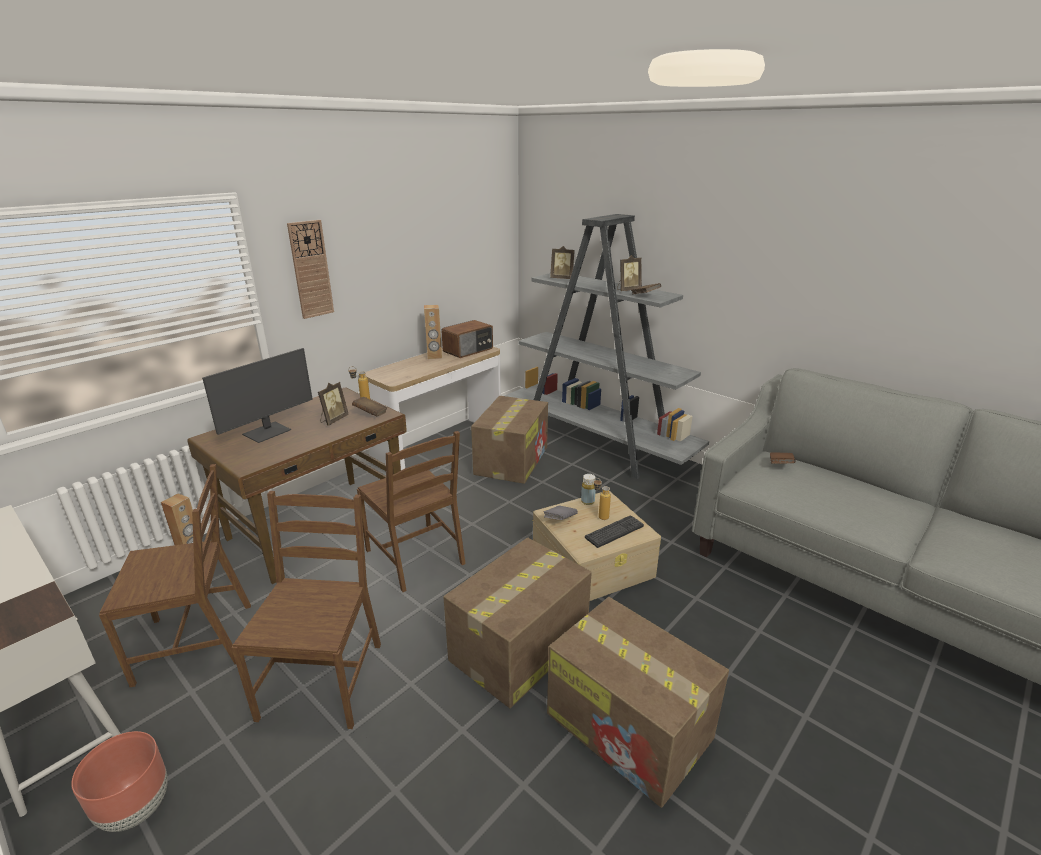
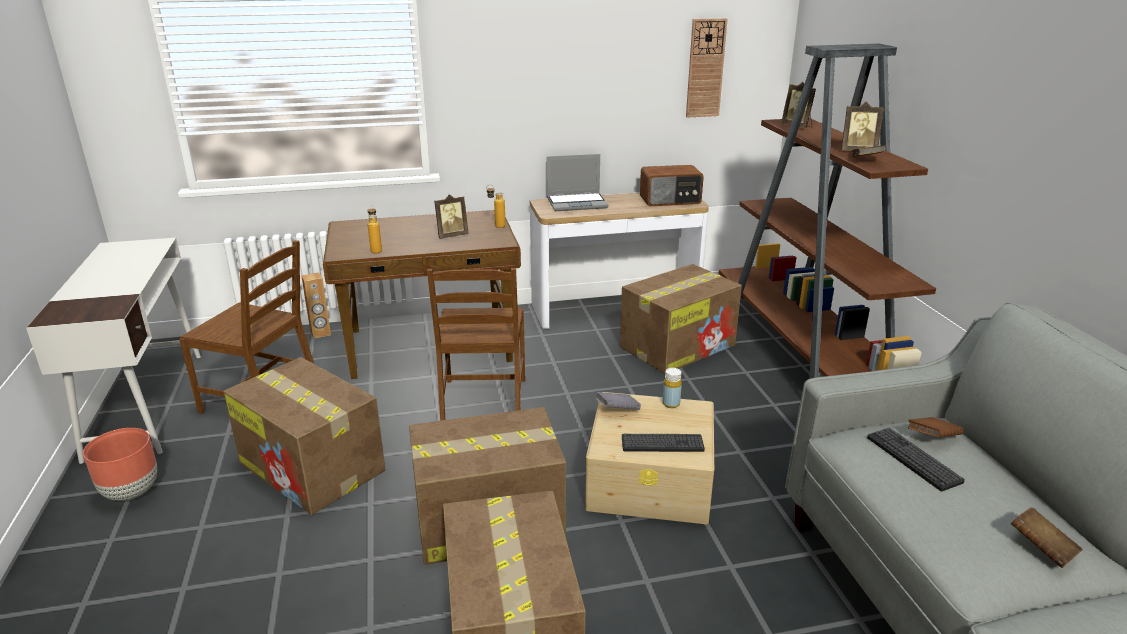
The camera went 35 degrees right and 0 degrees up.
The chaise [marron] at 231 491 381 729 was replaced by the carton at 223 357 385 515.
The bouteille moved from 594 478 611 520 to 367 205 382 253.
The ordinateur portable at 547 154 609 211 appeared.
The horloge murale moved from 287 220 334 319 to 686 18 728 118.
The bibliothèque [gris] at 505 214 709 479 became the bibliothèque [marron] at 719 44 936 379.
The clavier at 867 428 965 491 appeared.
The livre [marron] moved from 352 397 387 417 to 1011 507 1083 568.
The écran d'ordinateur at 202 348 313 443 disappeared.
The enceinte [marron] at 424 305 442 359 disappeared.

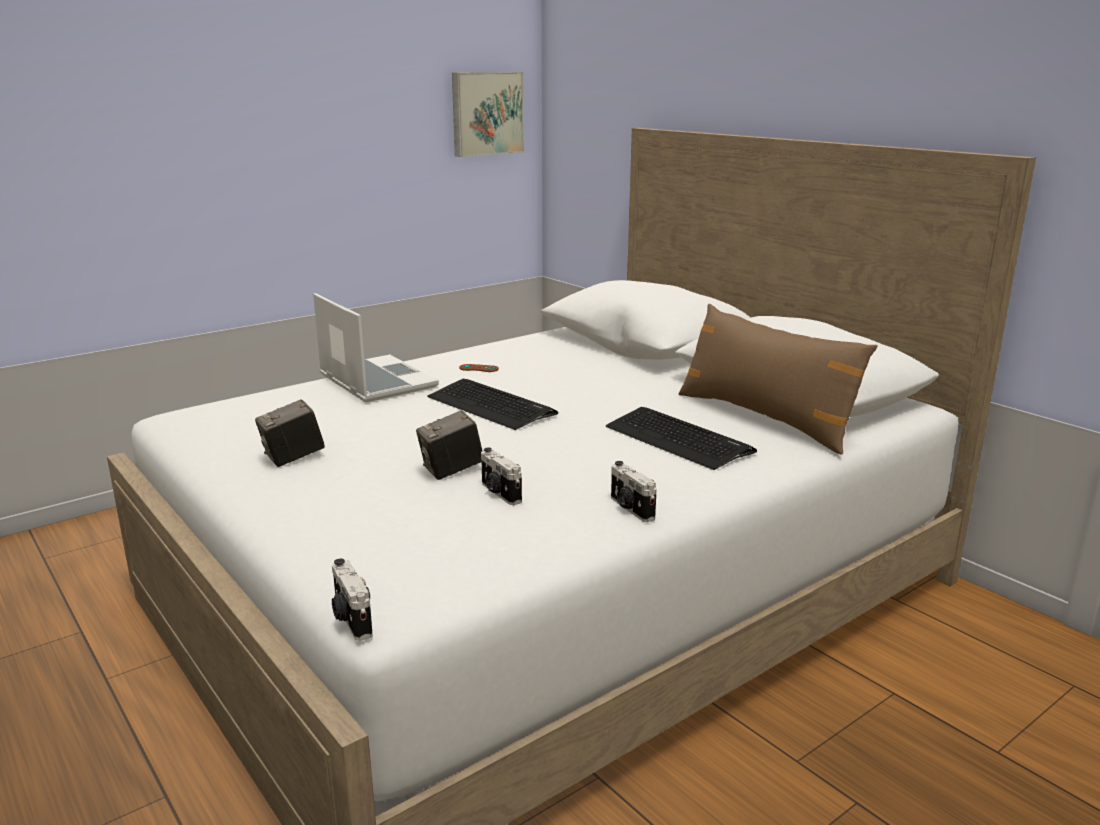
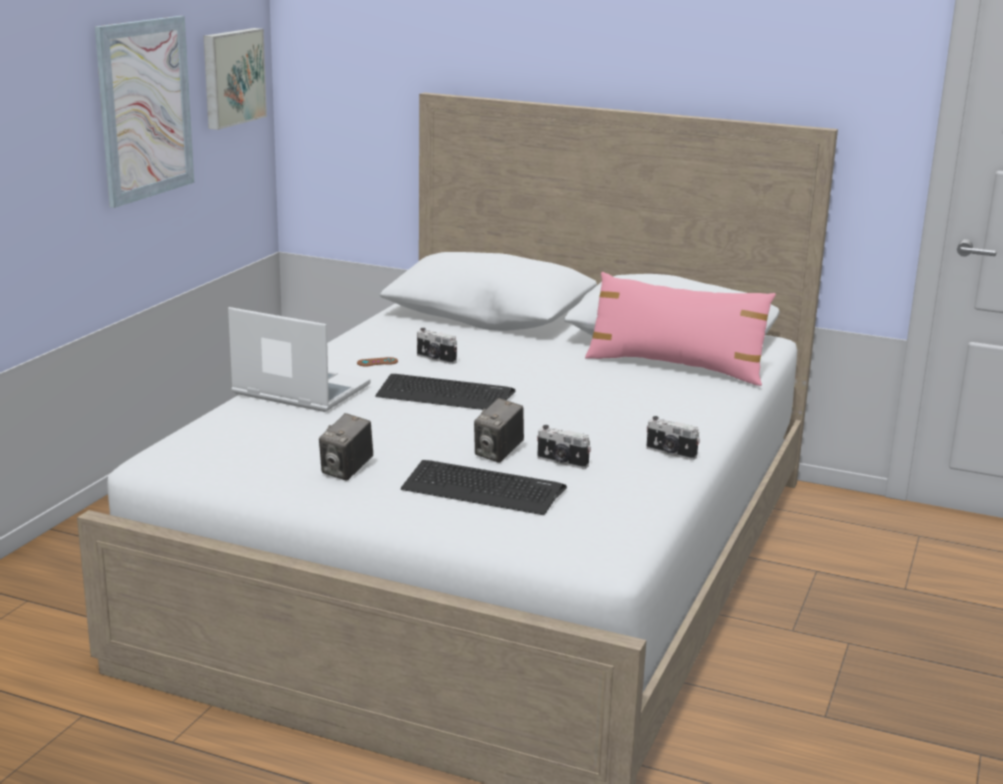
The camera went 30 degrees left and 0 degrees up.
The tableau at 95 16 194 208 appeared.
The clavier moved from 606 407 757 470 to 401 460 567 515.
The appareil photo moved from 332 558 373 641 to 417 328 457 364.
The coussin [marron] at 678 304 877 455 became the coussin [rose] at 585 272 776 386.

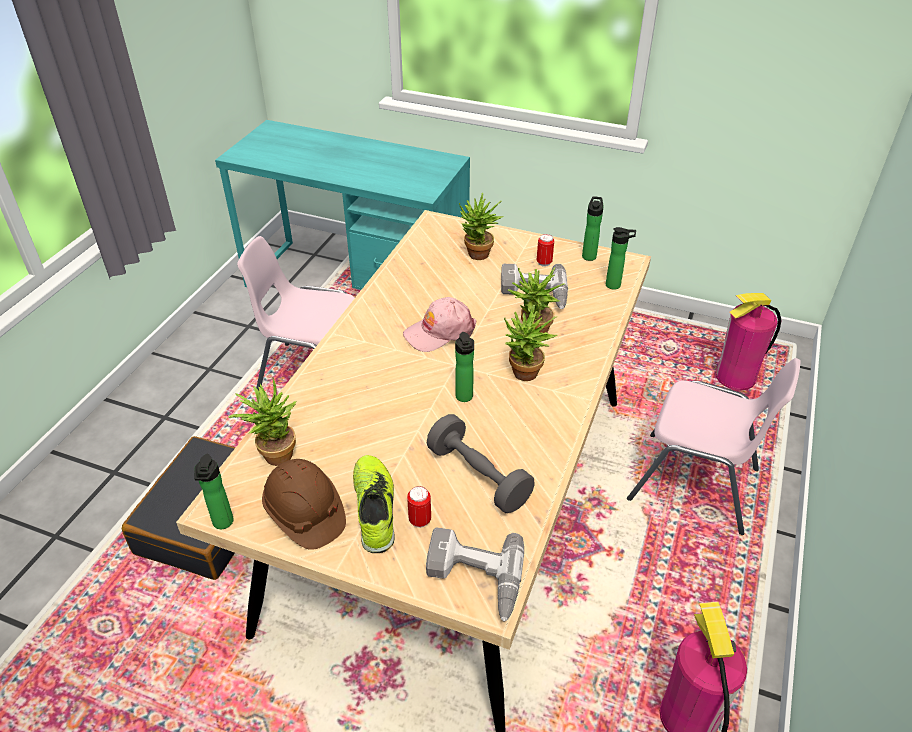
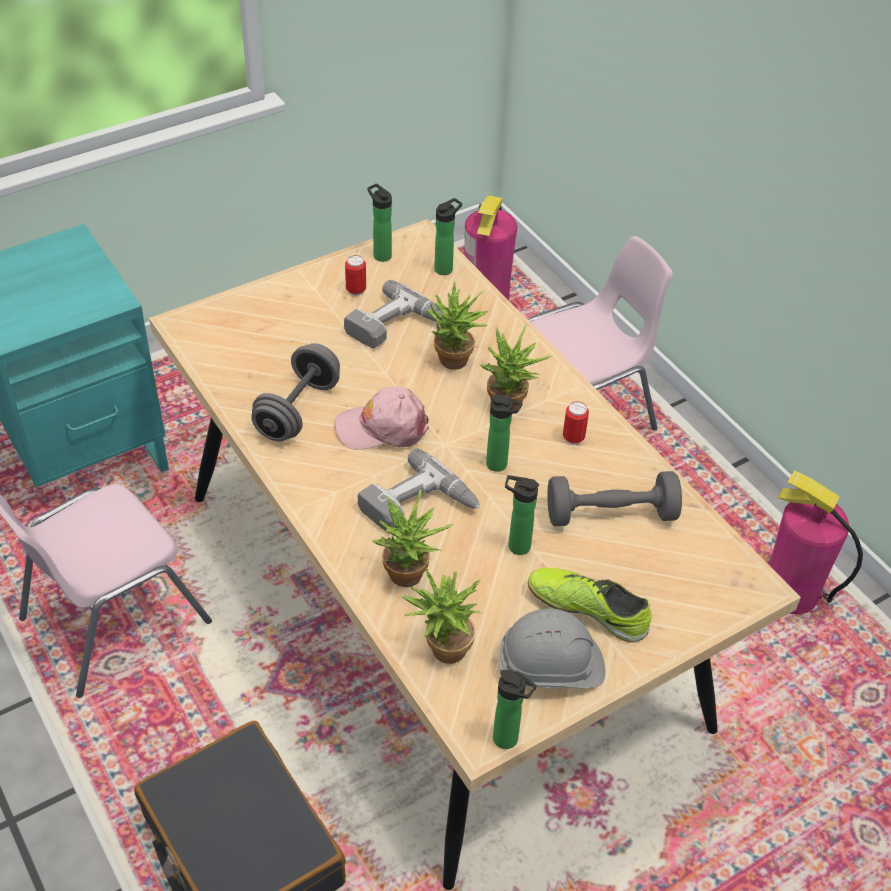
The camera went 55 degrees left and 5 degrees up.
The haltère [gris] at 251 343 340 442 appeared.
The casquette [rose] at 403 297 477 352 turned 75 degrees clockwise.
The perceuse moved from 426 528 524 622 to 358 448 480 531.
The plante en pot moved from 459 192 504 260 to 373 489 453 587.
The casque de chantier [marron] at 262 459 346 550 became the casque de chantier [gris] at 497 608 605 689.
The bouteille at 505 475 539 555 appeared.
The boîte métallique moved from 407 486 431 528 to 563 402 589 445.

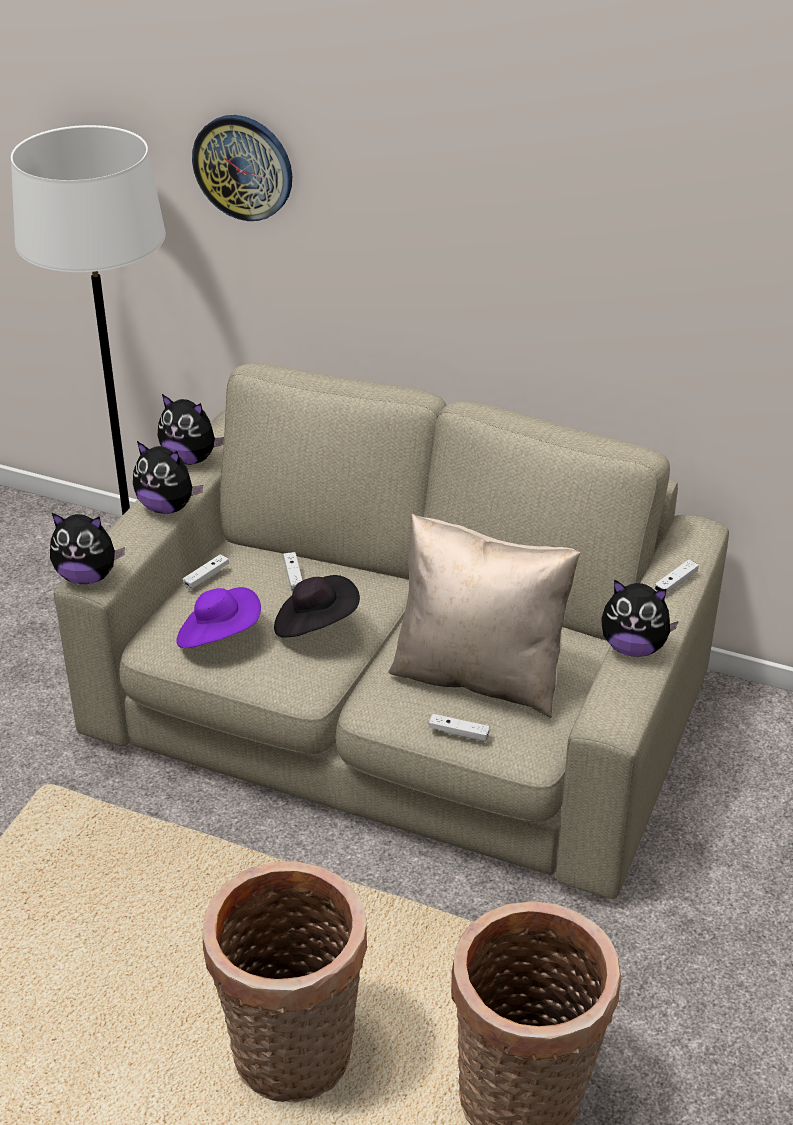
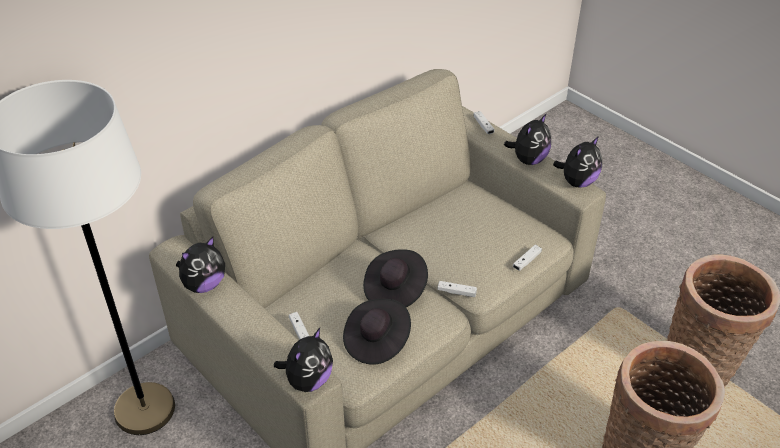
The camera went 65 degrees left and 5 degrees up.
The chapeau [violet] at 176 587 261 648 became the chapeau [noir] at 343 299 411 365.
The manette [blanc] moved from 283 552 303 592 to 438 281 477 297.
The peluche moved from 133 441 203 514 to 553 136 602 188.
The horloge murale at 192 115 292 221 disappeared.
The coussin [beige] at 388 514 580 718 disappeared.

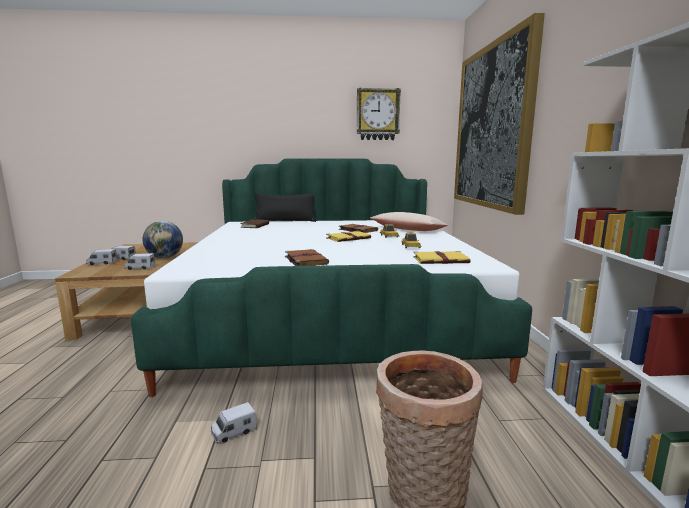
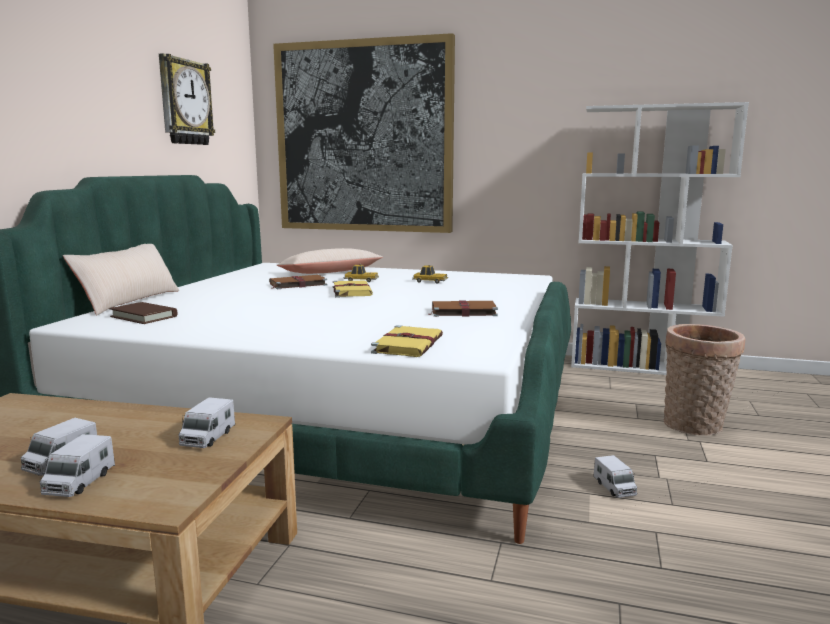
The camera went 70 degrees left and 0 degrees up.
The coussin [noir] at 255 193 316 222 became the coussin [beige] at 63 244 179 315.
The livre [jaune] moved from 413 251 470 264 to 371 325 443 357.
The globe at 143 221 183 258 disappeared.

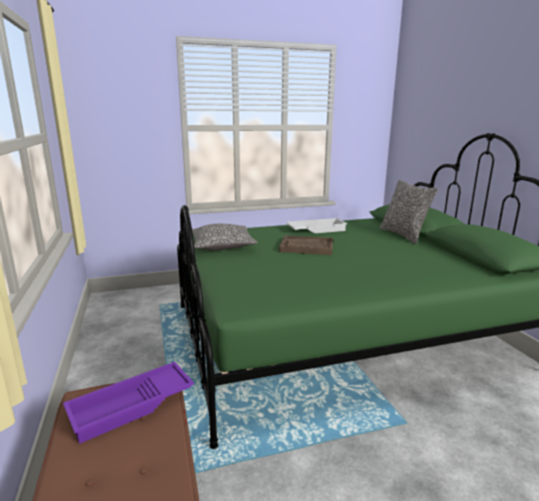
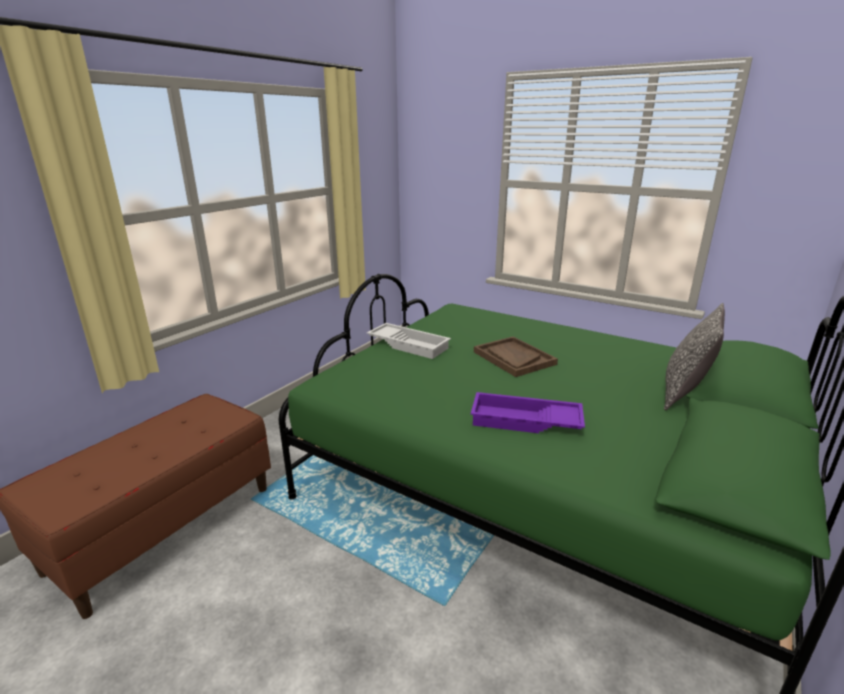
The camera went 50 degrees right and 5 degrees up.
The plateau [blanc] moved from 286 218 347 233 to 367 323 451 359.
The plateau [violet] moved from 63 362 194 444 to 471 392 585 433.
The coussin at 192 224 258 250 disappeared.

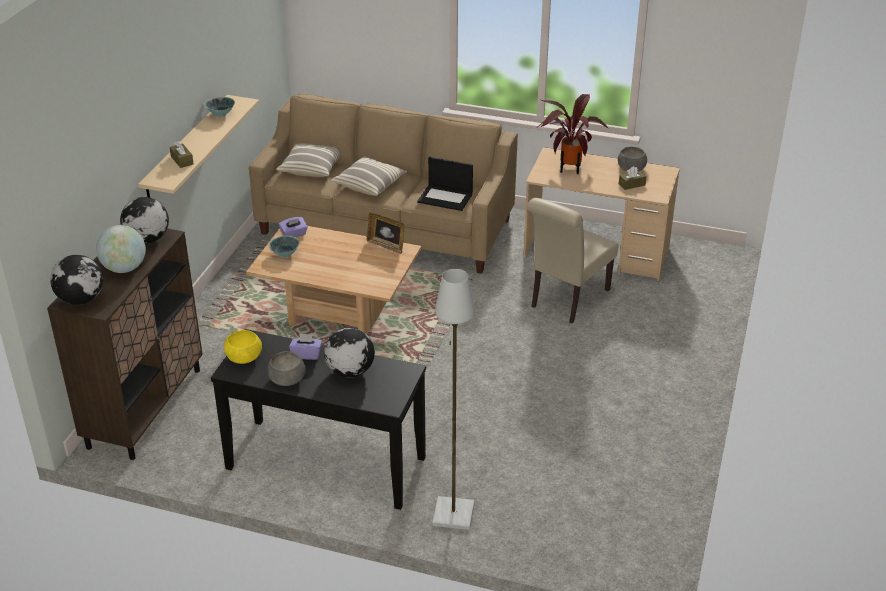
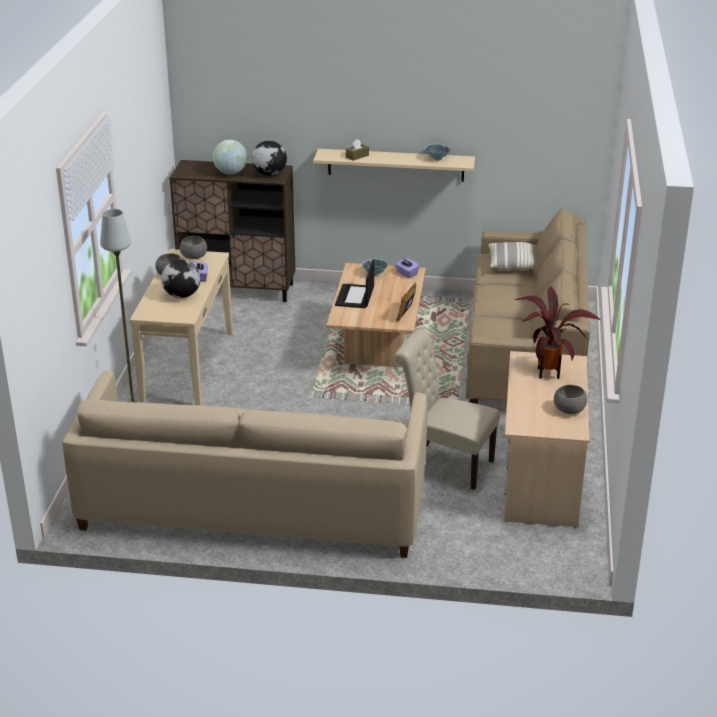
The camera went 80 degrees right and 5 degrees down.
The canapé [beige] at 62 371 428 558 appeared.
The table console [noir] at 211 329 426 510 became the table console [beige] at 130 249 233 405.
The bol [jaune] at 224 330 262 364 became the bol [gris] at 180 236 207 259.
The ordinateur portable moved from 417 157 473 211 to 335 259 374 308.
The globe at 50 255 103 305 disappeared.
The coussin at 331 156 407 196 disappeared.
The boîte à mouchoirs [marron] at 619 166 647 190 disappeared.

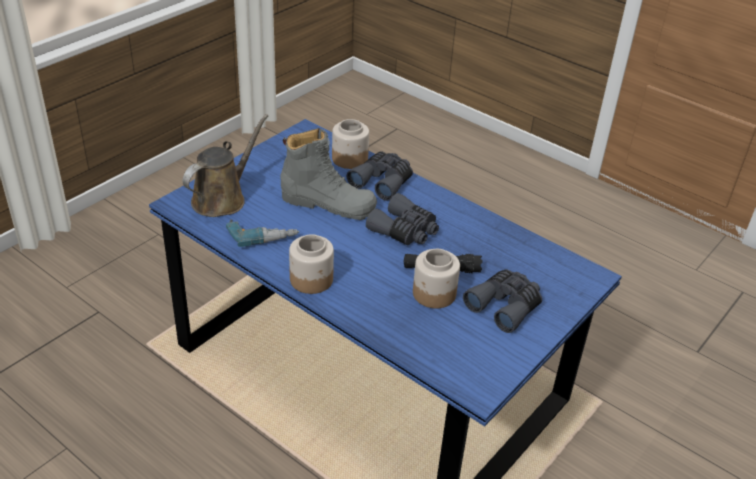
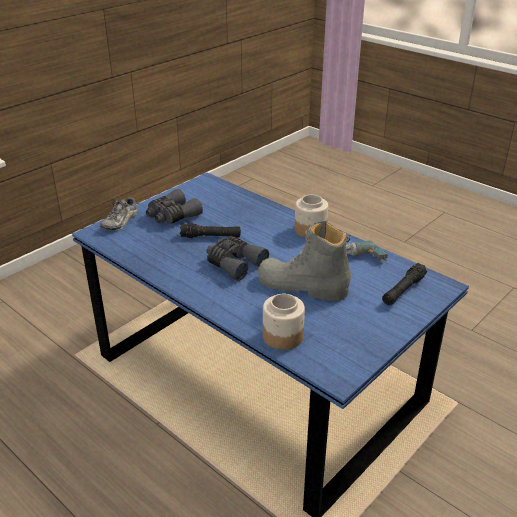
The camera went 175 degrees left and 5 degrees down.
The chaussure at 100 197 138 231 appeared.
The arrosoir [marron] at 182 114 268 217 was replaced by the lampe de poche [noir] at 382 263 427 305.
The jumelles [gris] at 347 151 413 201 disappeared.
The bocal at 413 249 460 308 disappeared.

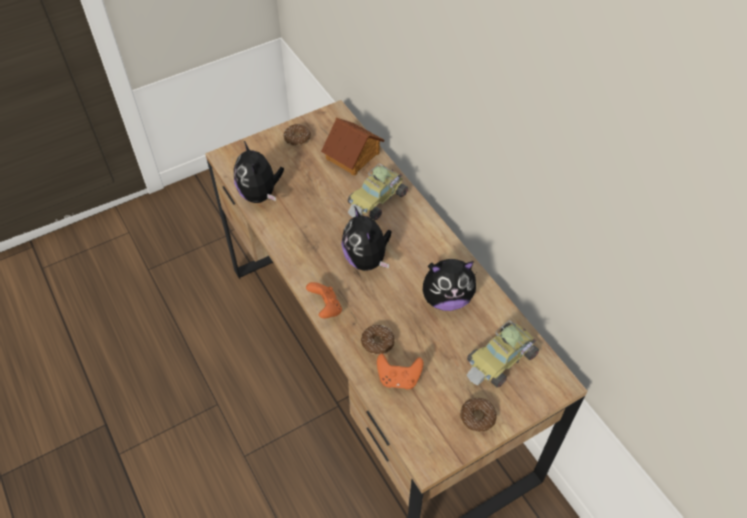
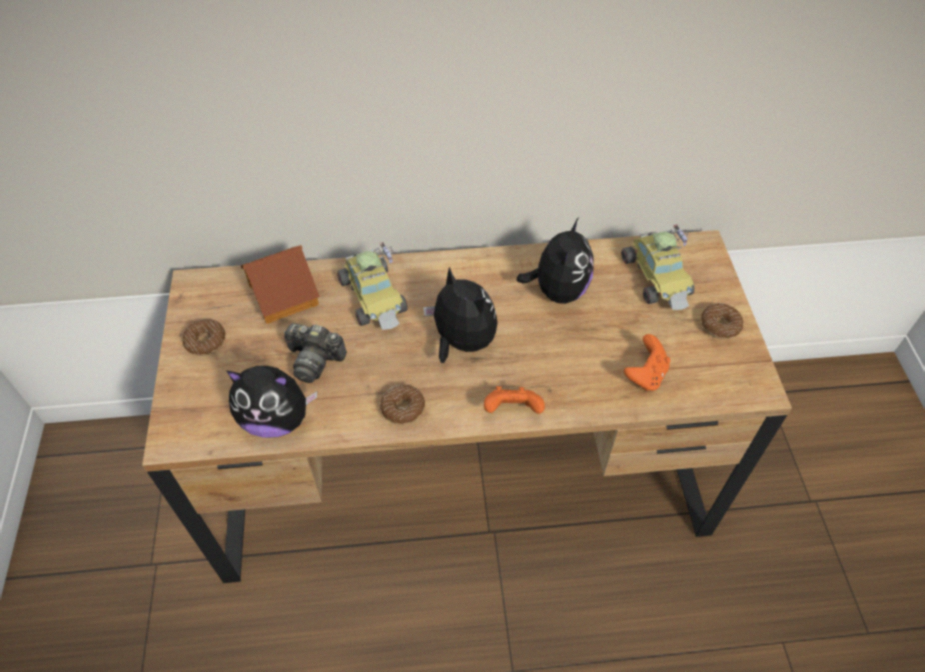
The camera went 65 degrees left and 0 degrees up.
The appareil photo at 284 323 347 383 appeared.
The beignet moved from 361 325 395 355 to 380 385 425 425.
The peluche at 341 206 392 271 turned 135 degrees counterclockwise.

